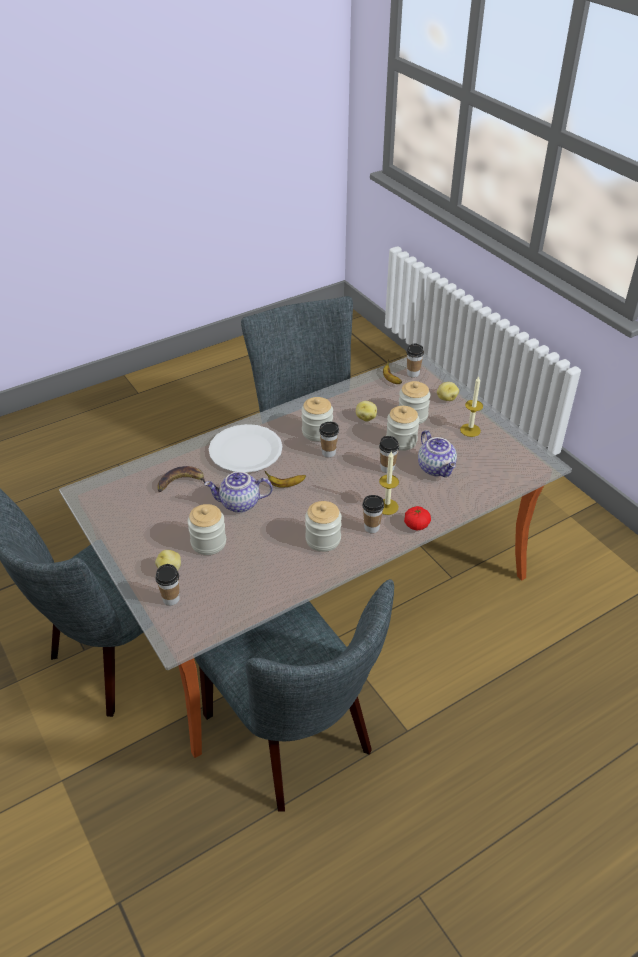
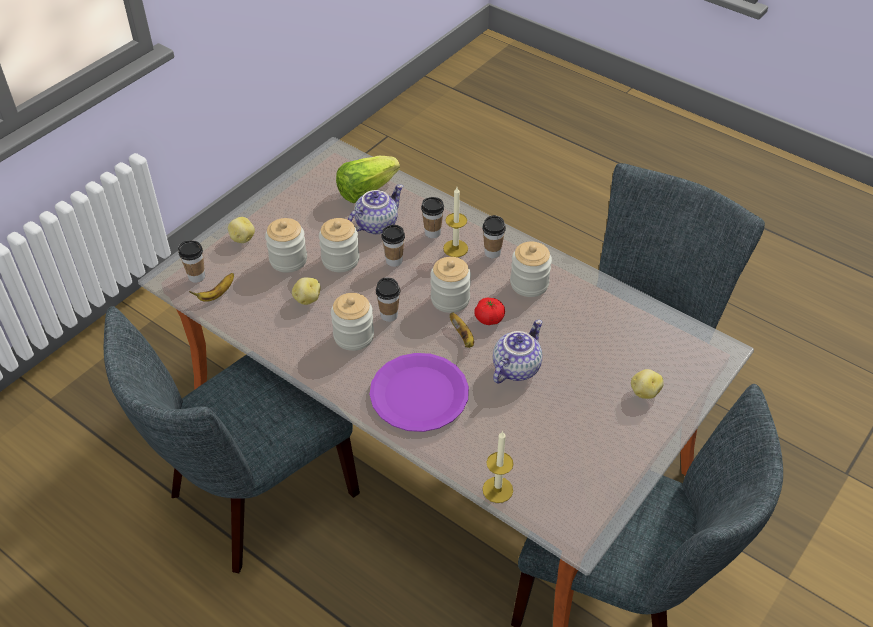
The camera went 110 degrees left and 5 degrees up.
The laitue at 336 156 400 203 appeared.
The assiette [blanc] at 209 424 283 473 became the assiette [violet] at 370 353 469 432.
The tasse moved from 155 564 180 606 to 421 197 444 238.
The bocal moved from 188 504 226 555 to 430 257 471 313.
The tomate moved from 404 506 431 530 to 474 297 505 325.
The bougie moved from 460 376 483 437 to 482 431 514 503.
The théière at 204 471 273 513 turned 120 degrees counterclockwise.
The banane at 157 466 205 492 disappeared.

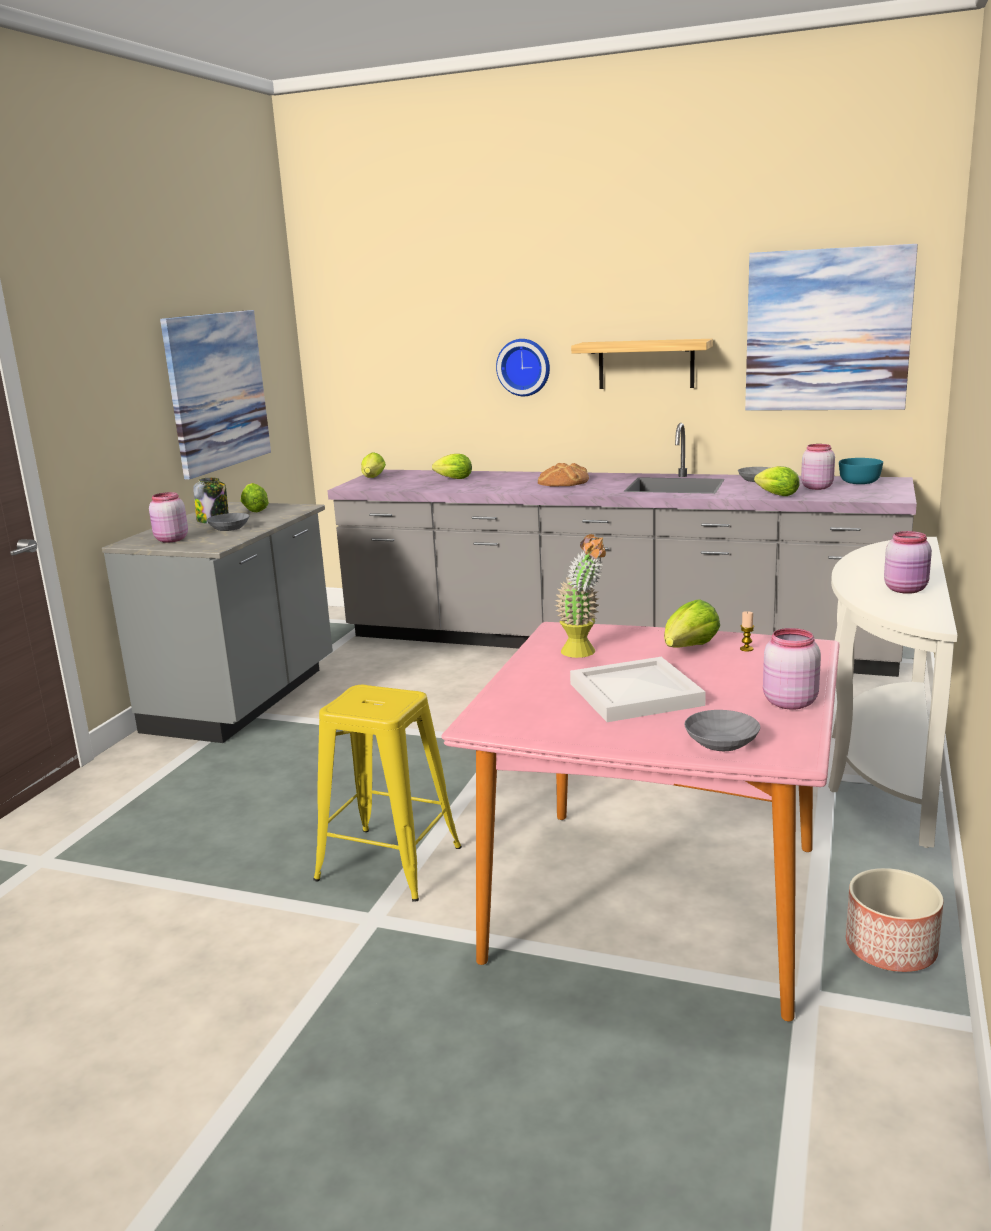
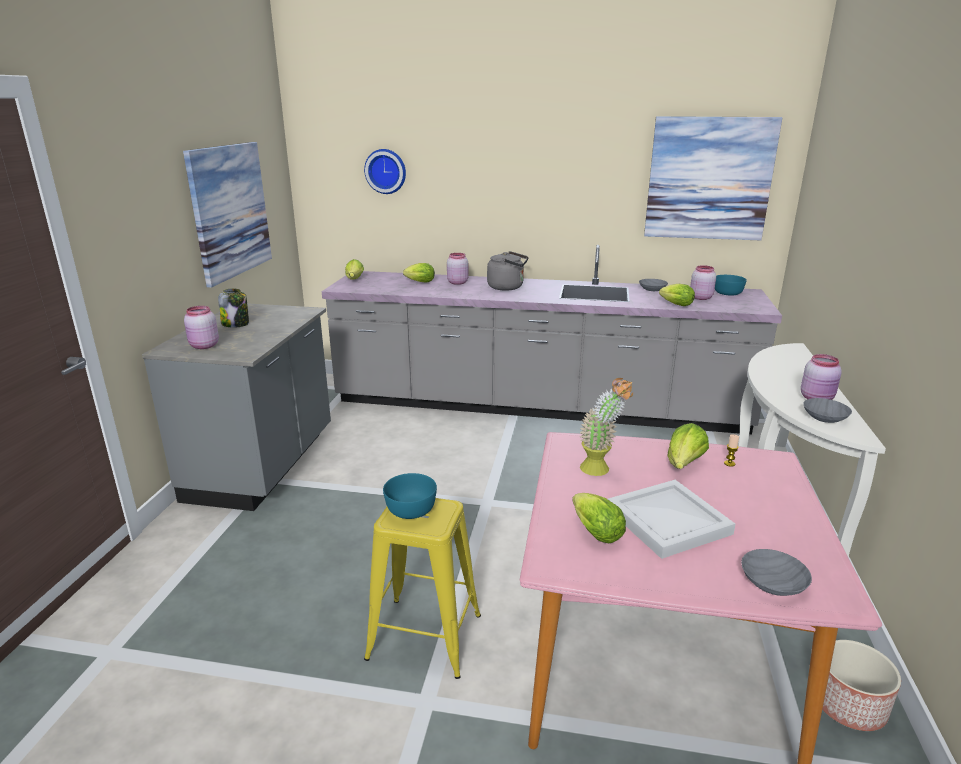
The camera went 10 degrees left and 5 degrees up.
The horloge murale moved from 496 339 550 396 to 364 149 406 194.
The bol [turquoise] at 383 473 437 519 appeared.
The bocal [rose] moved from 763 628 821 710 to 447 253 468 285.
The pain at 538 463 589 486 was replaced by the bouilloire [gris] at 487 251 529 291.
The laitue moved from 241 483 269 512 to 572 493 626 543.
The bol [gris] moved from 207 513 249 531 to 803 398 852 423.
The étagère at 571 339 713 389 disappeared.

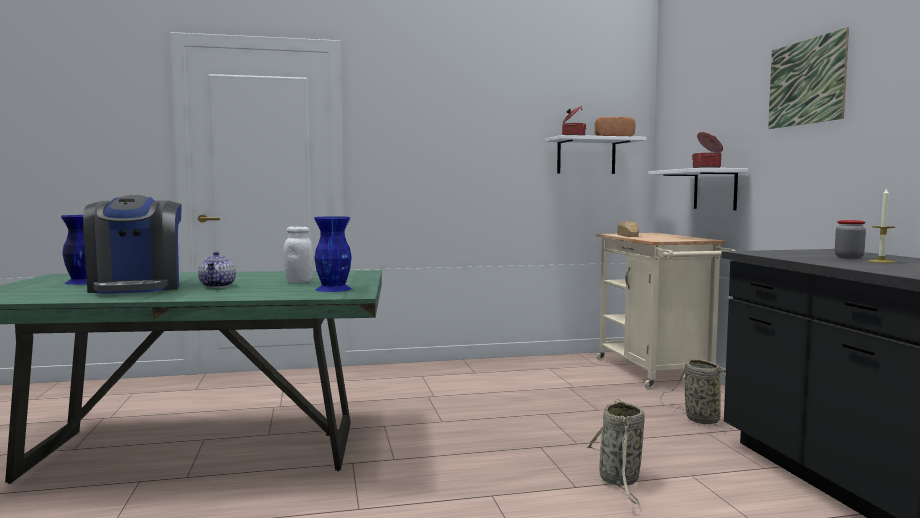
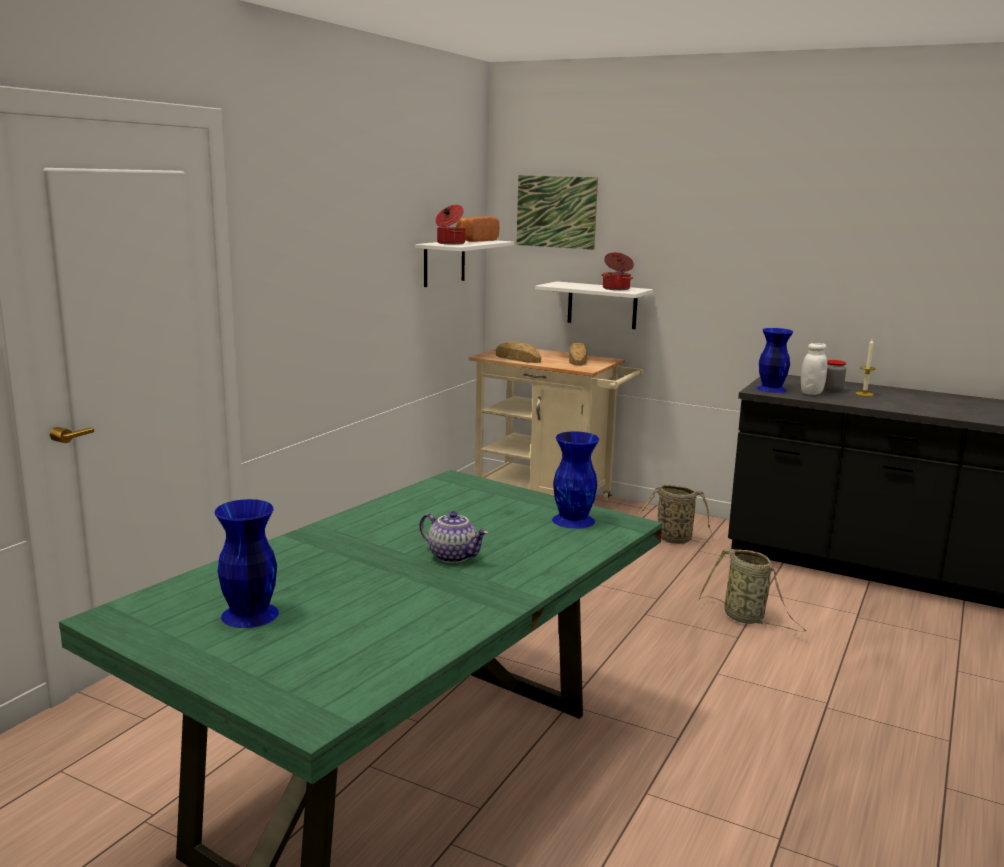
The camera went 50 degrees left and 10 degrees up.
The tableau moved from 768 27 849 129 to 516 175 598 250.
The pain at 569 343 587 366 appeared.
The vase [bleu] at 756 328 793 393 appeared.
The bocal [blanc] moved from 283 226 314 283 to 801 343 828 395.
The machine à café at 83 195 182 294 disappeared.

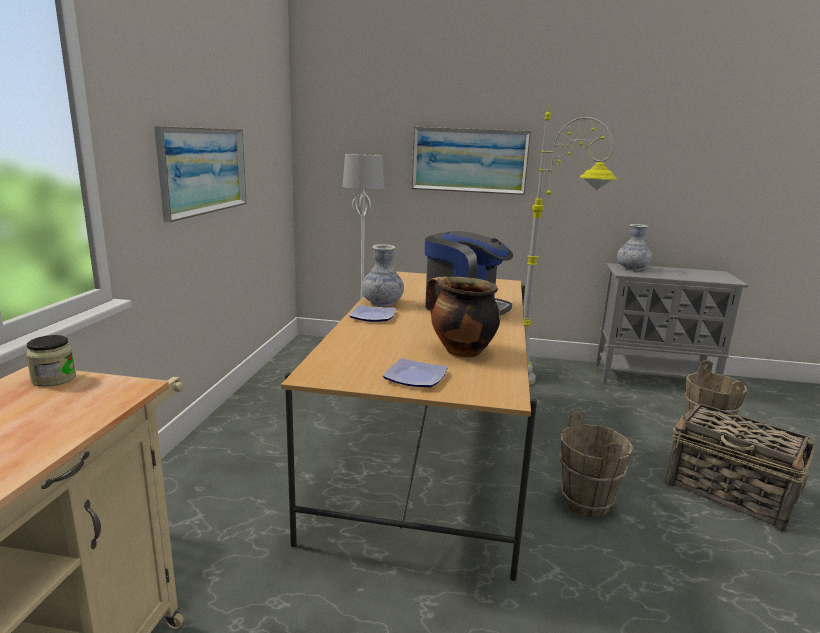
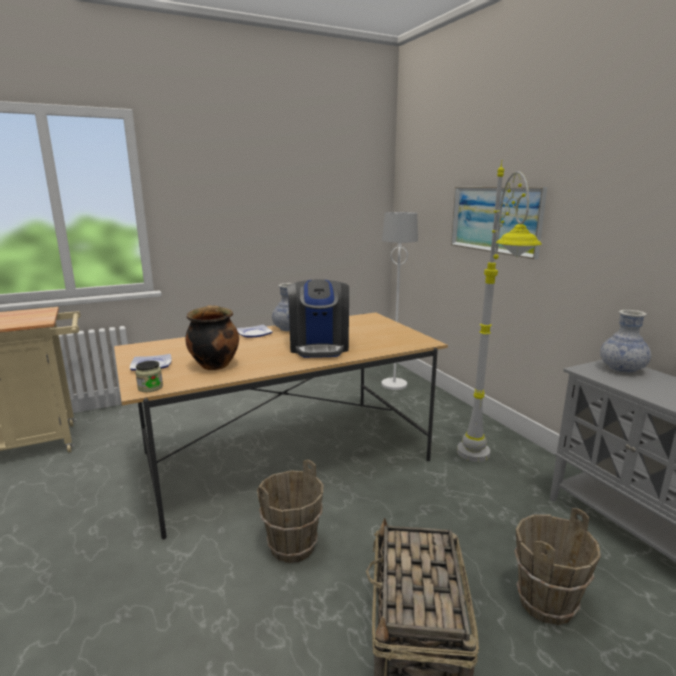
The camera went 55 degrees right and 0 degrees up.
The bocal moved from 26 335 76 387 to 135 361 163 392.
The tableau at 154 126 246 222 disappeared.

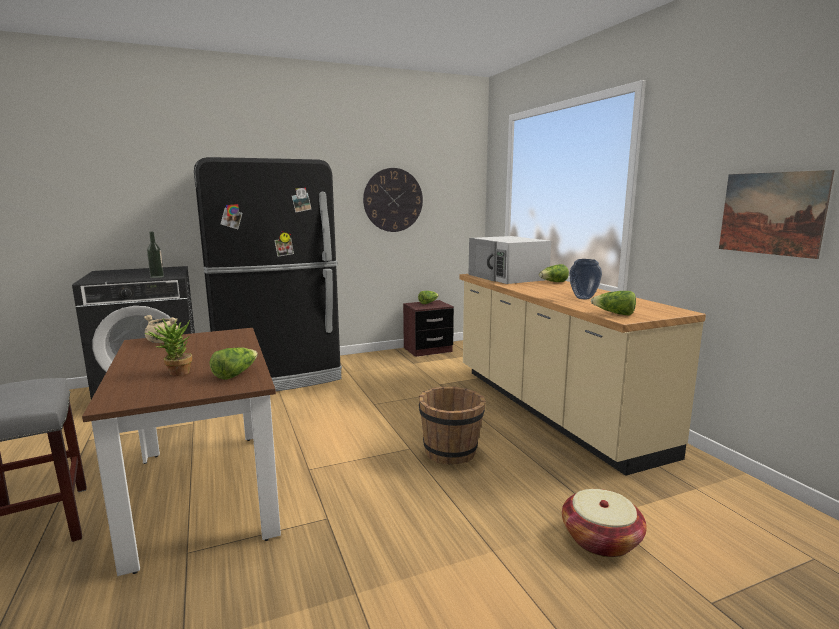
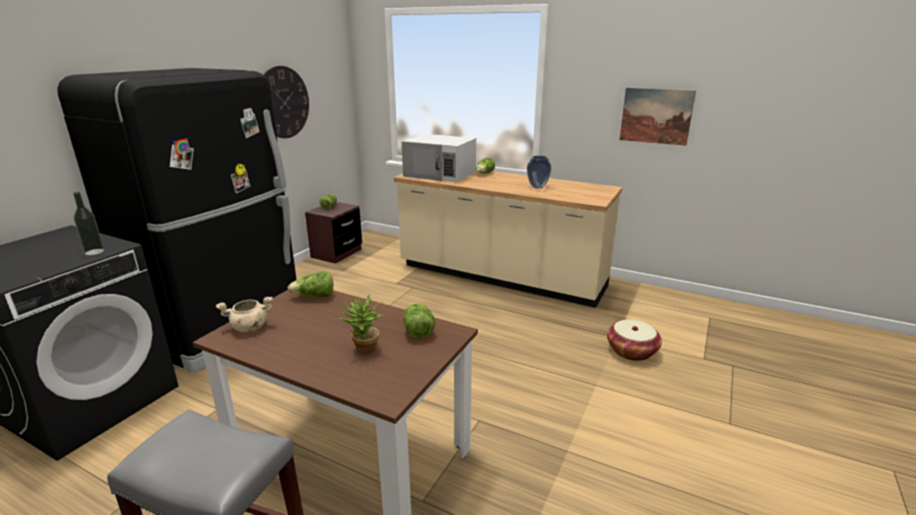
The camera went 40 degrees left and 10 degrees up.
The laitue moved from 591 291 636 316 to 288 272 333 297.
The seau [marron] at 419 387 486 465 disappeared.

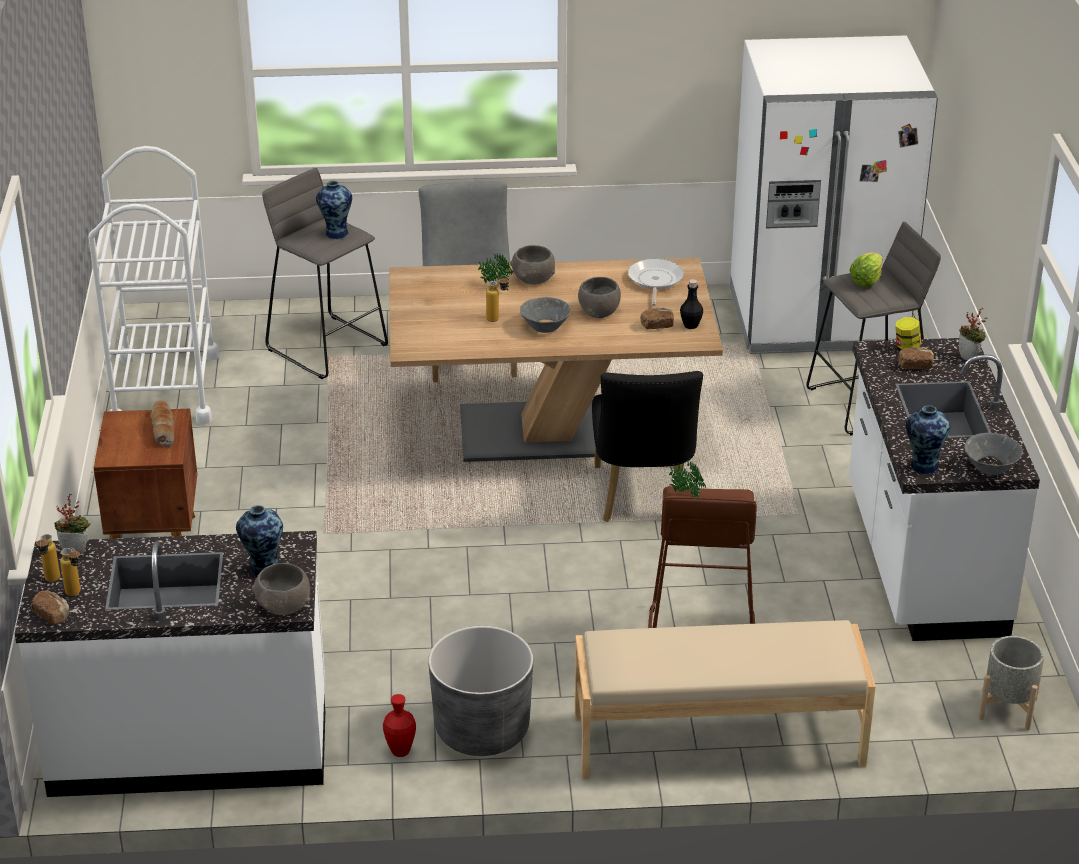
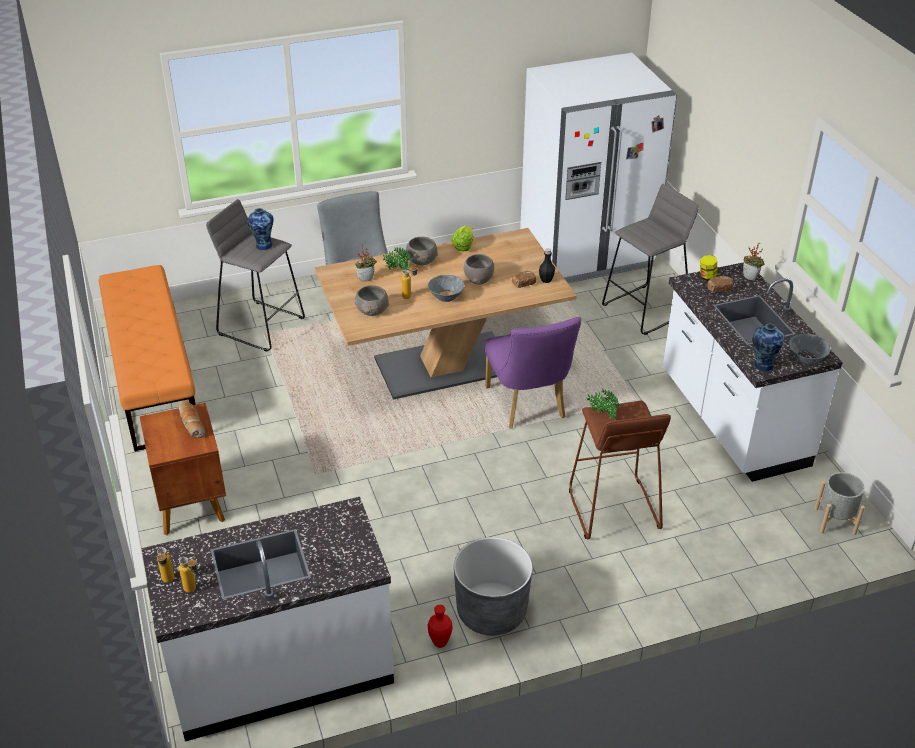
The camera went 15 degrees left and 5 degrees up.
The chariot [blanc] at 88 146 219 424 was replaced by the banc [orange] at 99 265 196 452.
The bol [gris] moved from 252 563 310 615 to 354 285 389 316.
The plante en pot moved from 54 494 90 554 to 355 245 377 282.
The laitue moved from 849 252 883 287 to 451 226 473 251.
The chaise [noir] at 592 371 703 522 became the chaise [violet] at 484 317 581 429.
The pain at 31 591 69 624 disappeared.
The vase at 236 505 283 576 disappeared.
The banc [beige] at 575 620 876 779 disappeared.
The poêle at 628 259 684 306 disappeared.

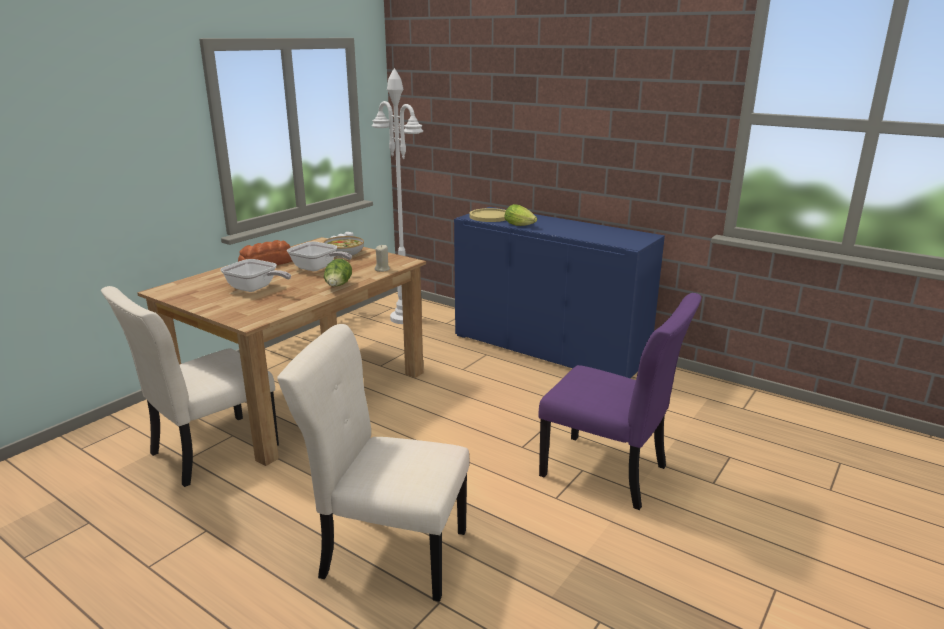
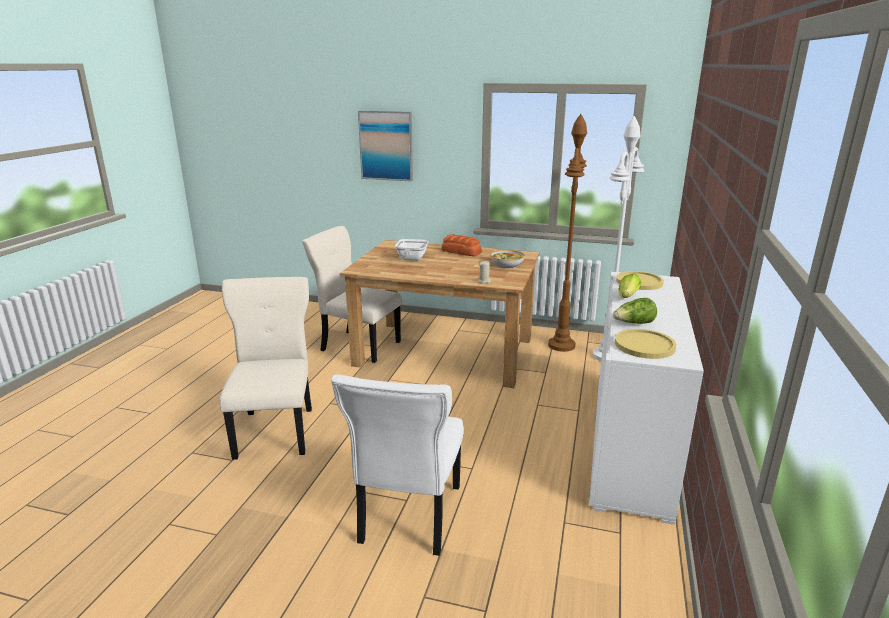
The camera went 70 degrees right and 0 degrees up.
The chaise [violet] at 538 293 702 510 became the chaise [blanc] at 331 375 464 556.
The tableau at 358 111 413 181 appeared.
The lampadaire [marron] at 548 114 587 352 appeared.
The meuble de rangement [bleu] at 454 207 665 379 became the meuble de rangement [blanc] at 589 272 704 525.
The laitue moved from 324 259 352 287 to 613 298 657 324.
The assiette [jaune] at 615 329 676 359 appeared.
The poêle at 287 241 352 271 disappeared.

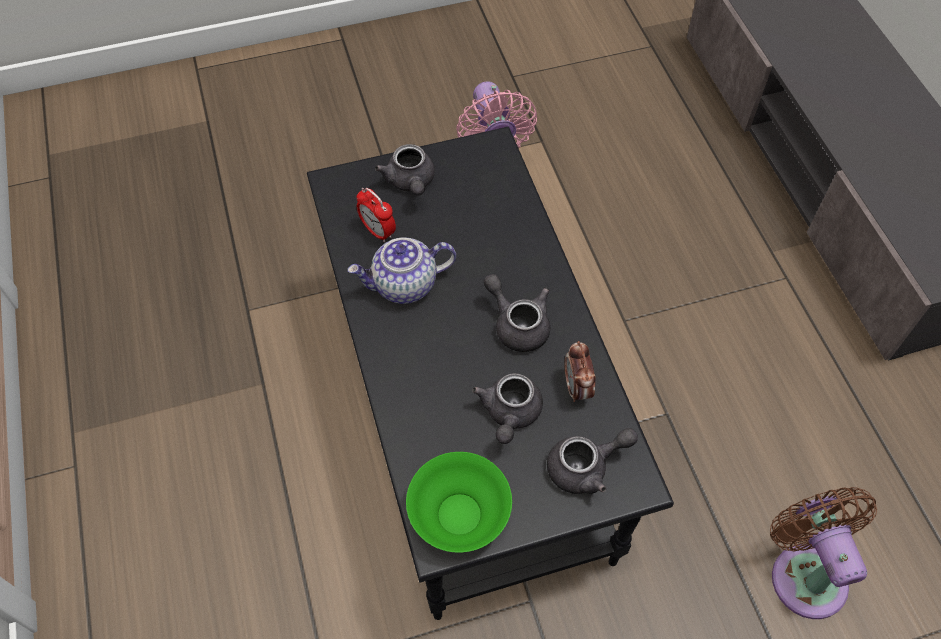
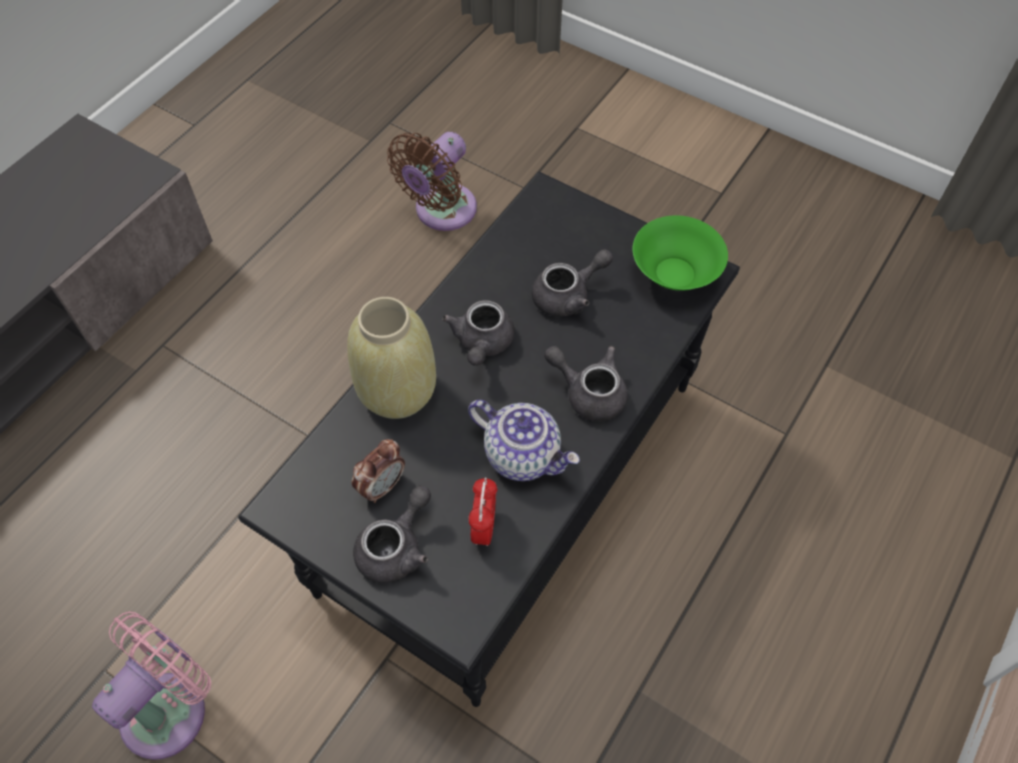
The camera went 130 degrees left and 0 degrees up.
The vase [beige] at 347 297 436 419 appeared.
The réveil moved from 564 341 596 402 to 352 439 405 503.
The théière [gris] moved from 547 428 638 494 to 544 346 628 421.

